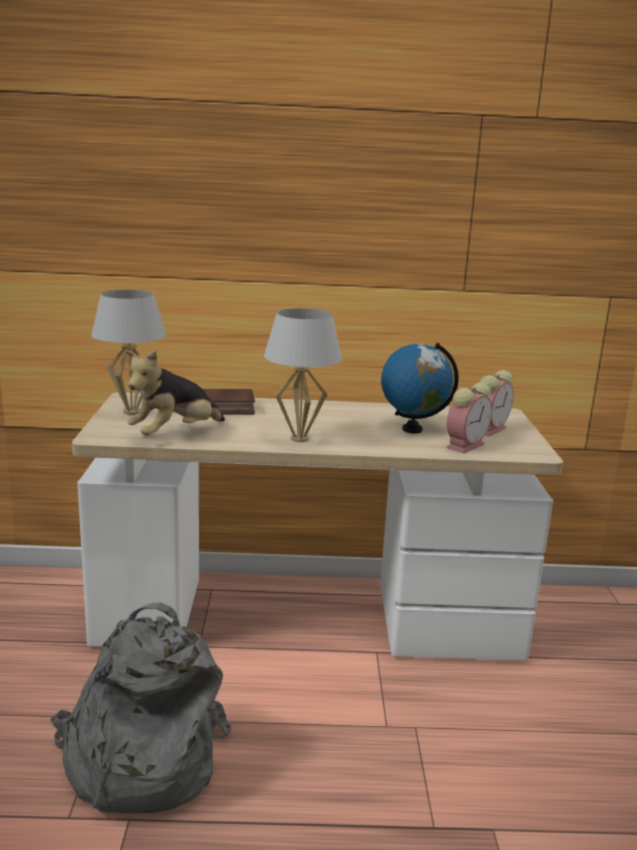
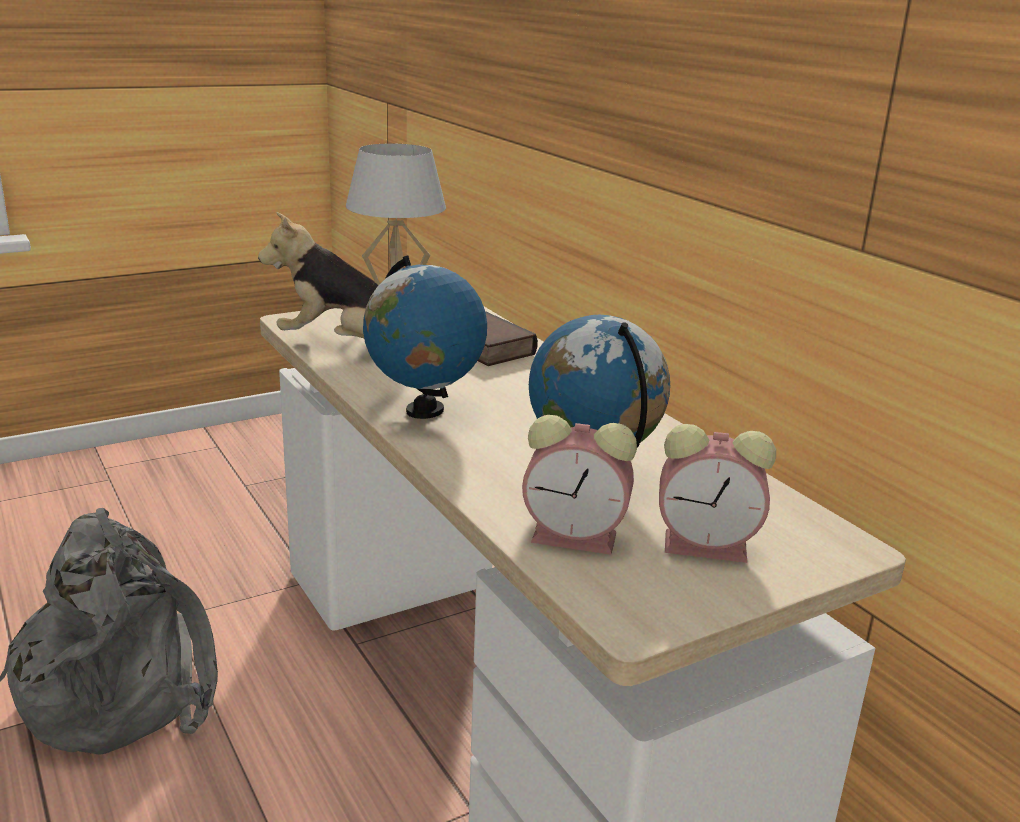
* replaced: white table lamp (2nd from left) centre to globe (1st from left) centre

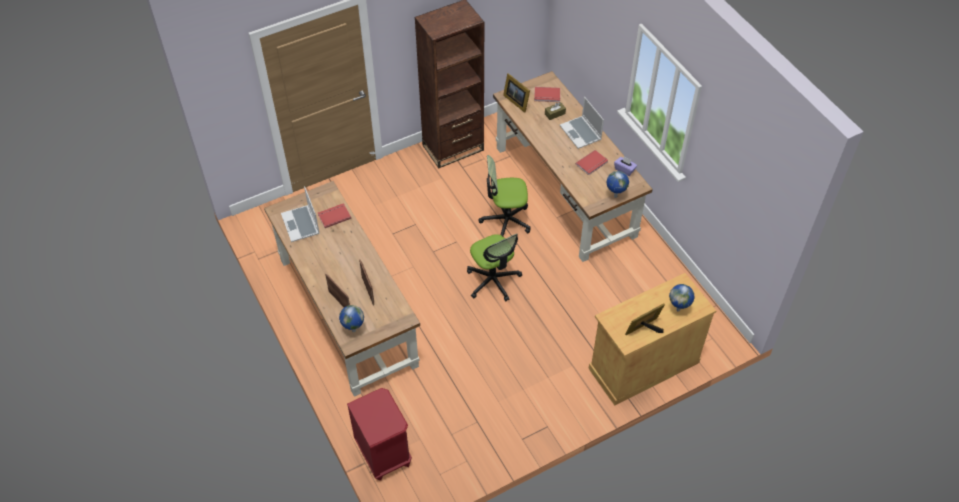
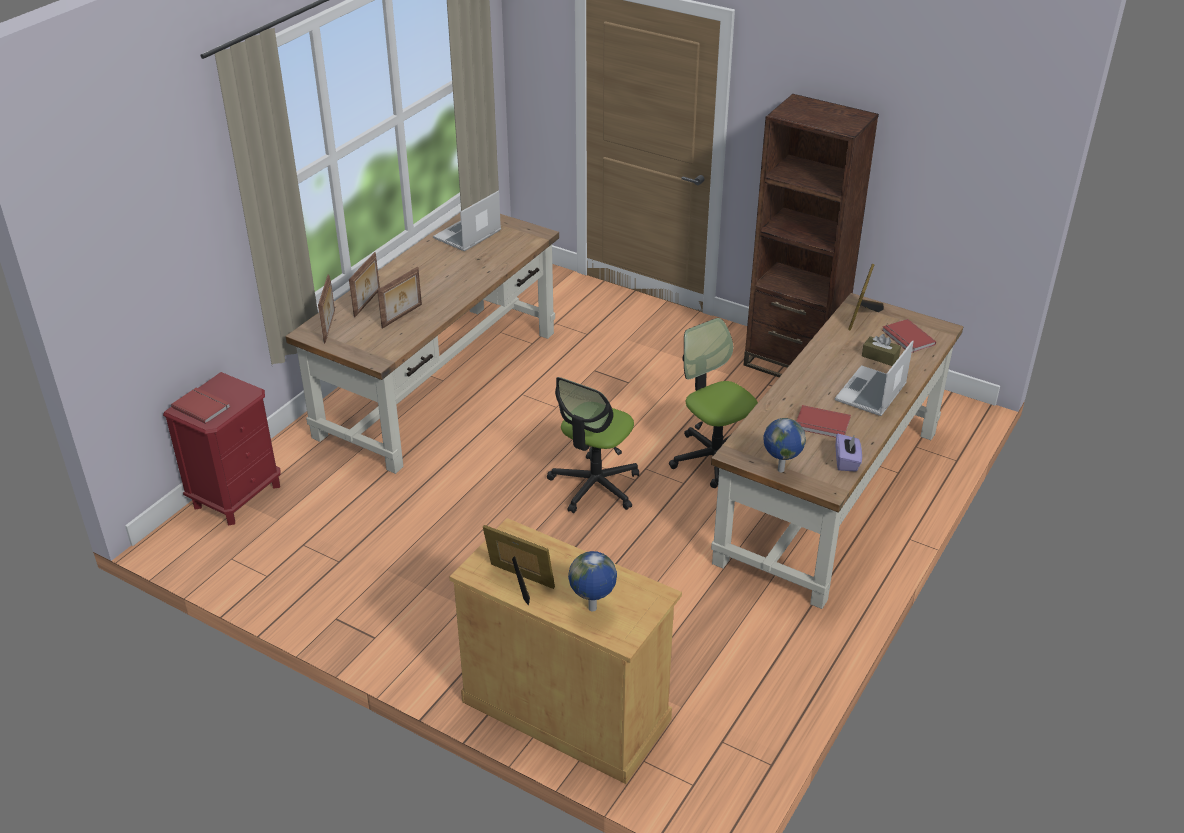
* moved: red book (1st from left) centre to middle left
* replaced: globe (1st from left) centre to picture frame (1st from left) middle left

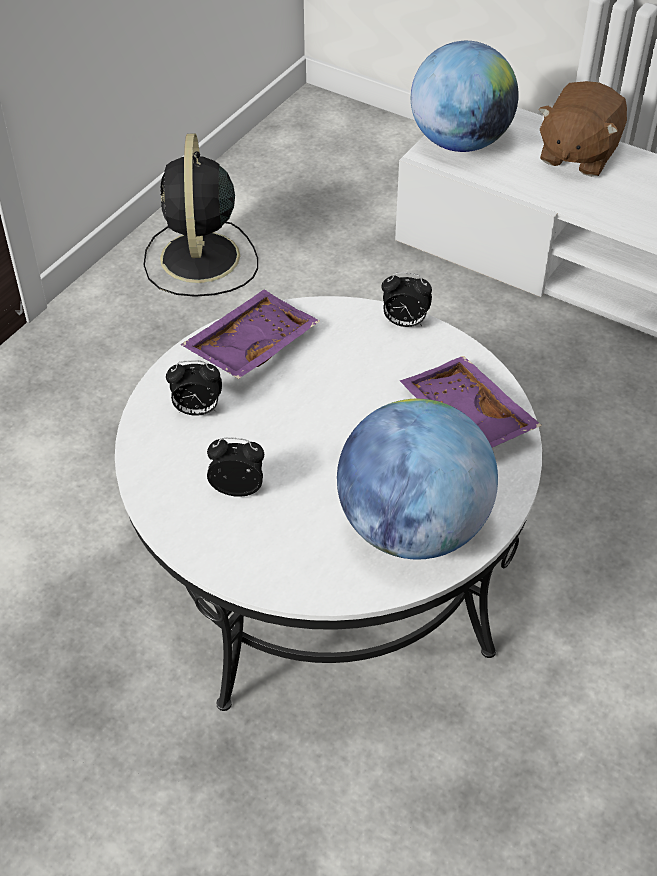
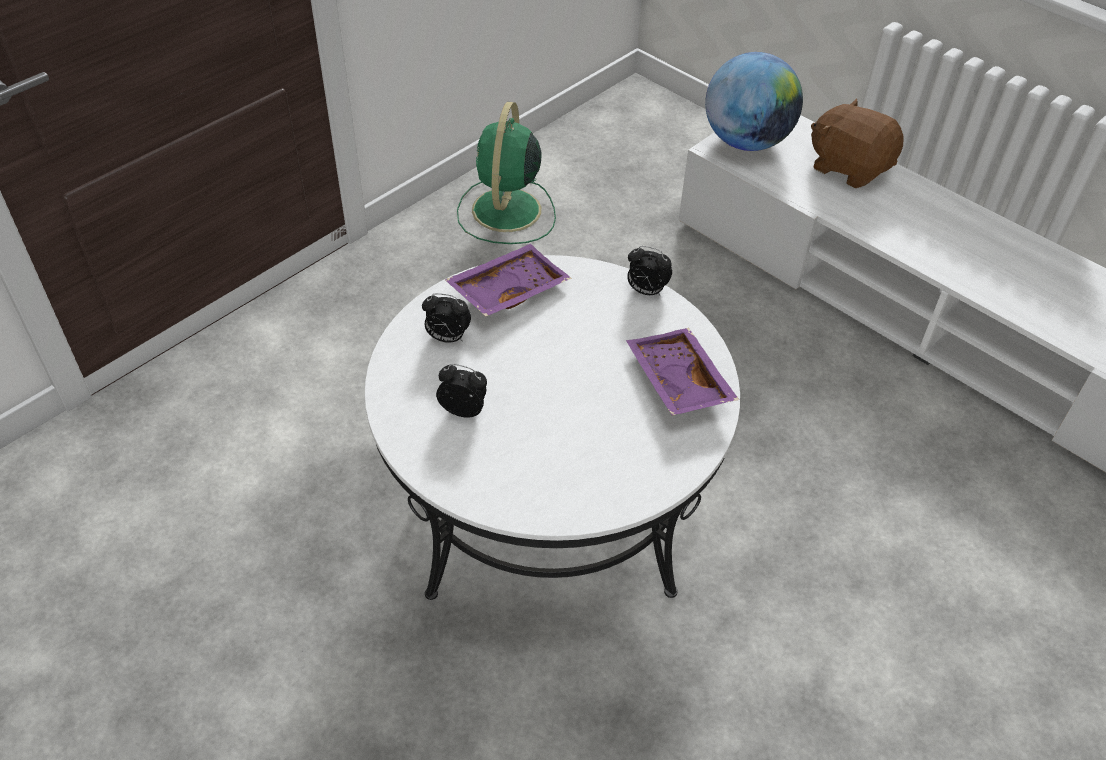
* recoloured: black fan top left to green fan top centre
* turned: brown plush toy top right = top right 90 degrees clockwise
* removed: globe (1st from left) centre

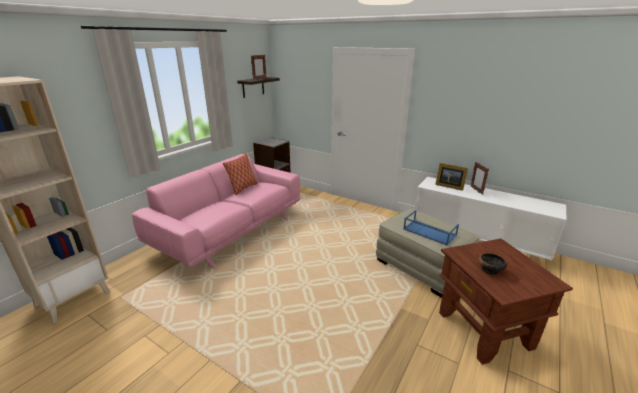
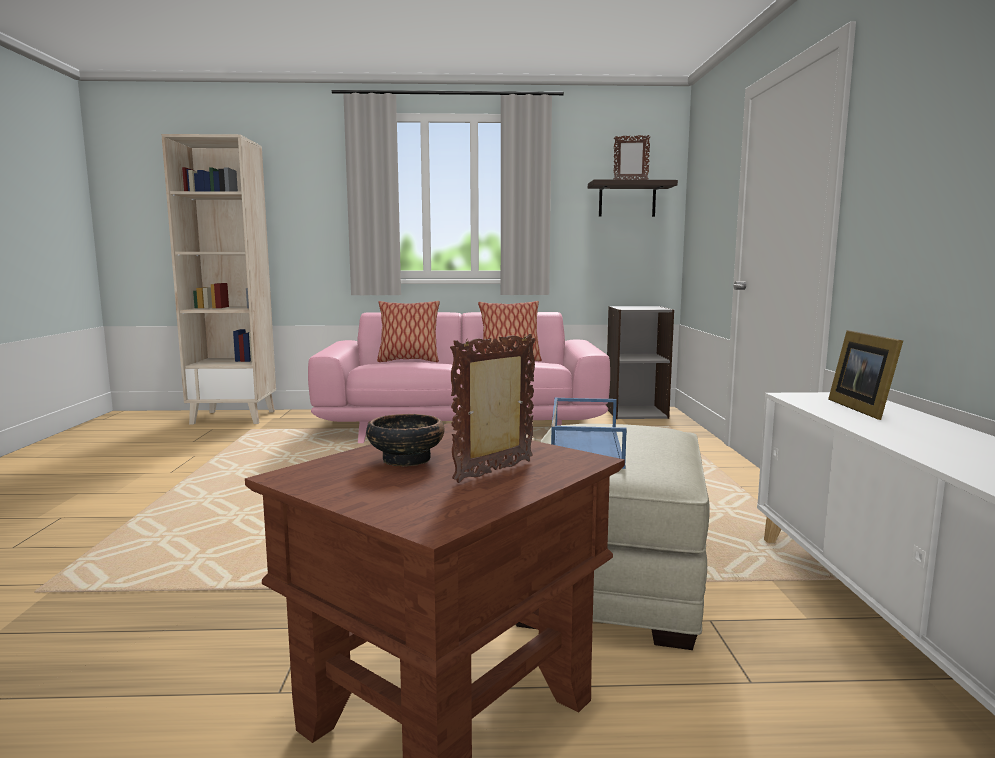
* added: pillow (1st from left) centre
* moved: picture frame (3rd from left in the first image) middle right to picture frame (1st from left) centre

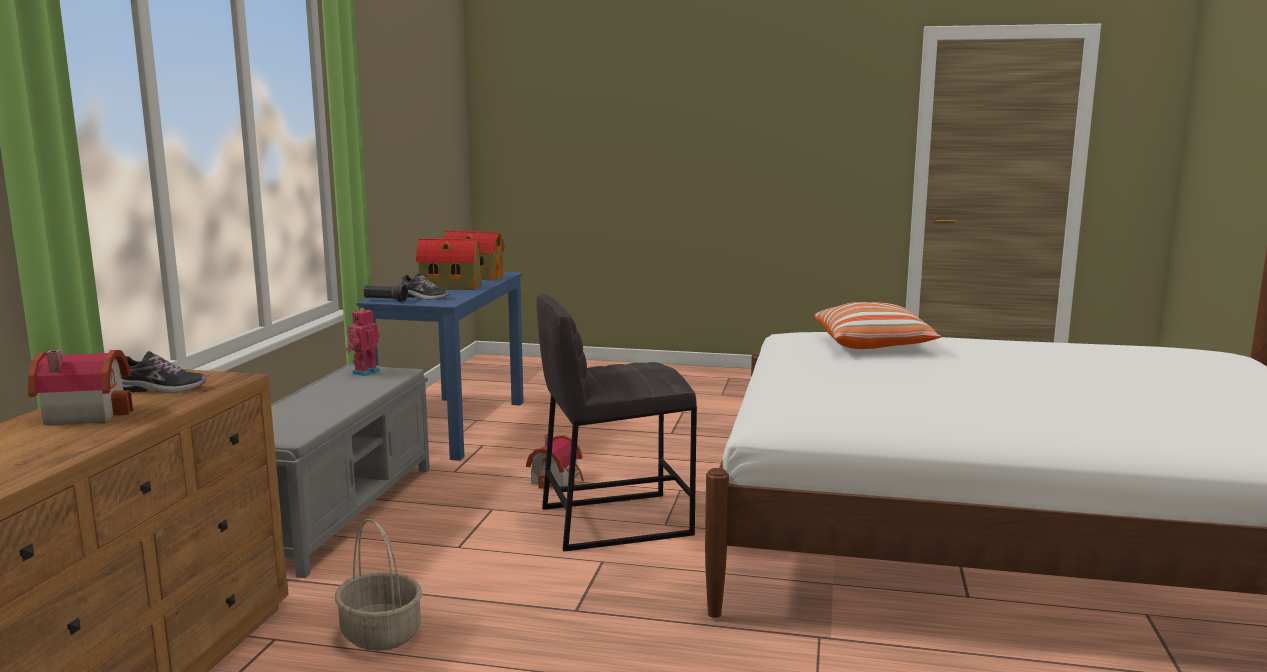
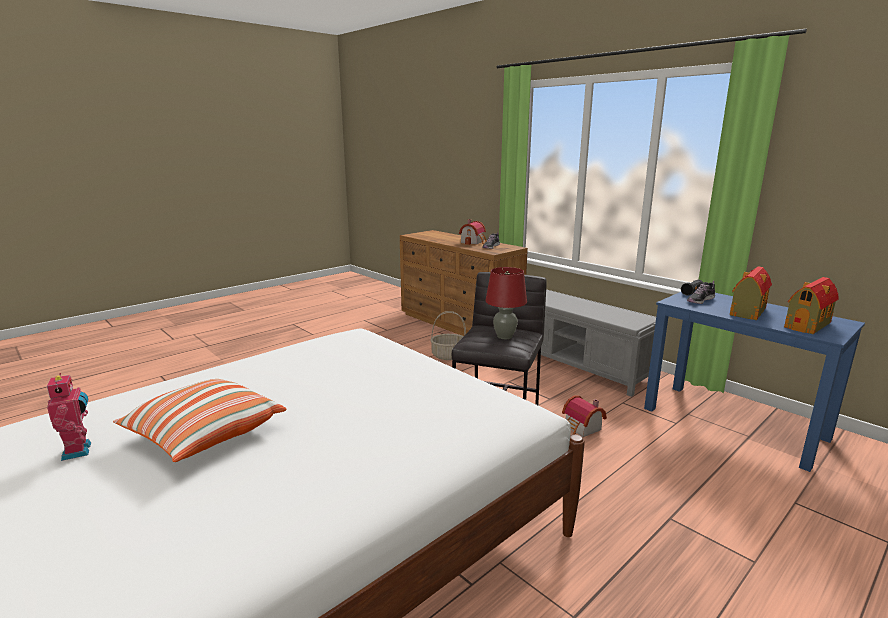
* moved: toy robot middle left to bottom left
* moved: pillow middle right to bottom left
* added: red table lamp centre

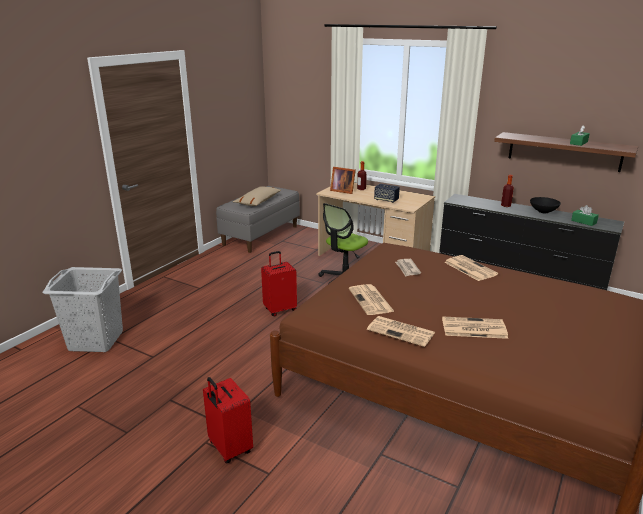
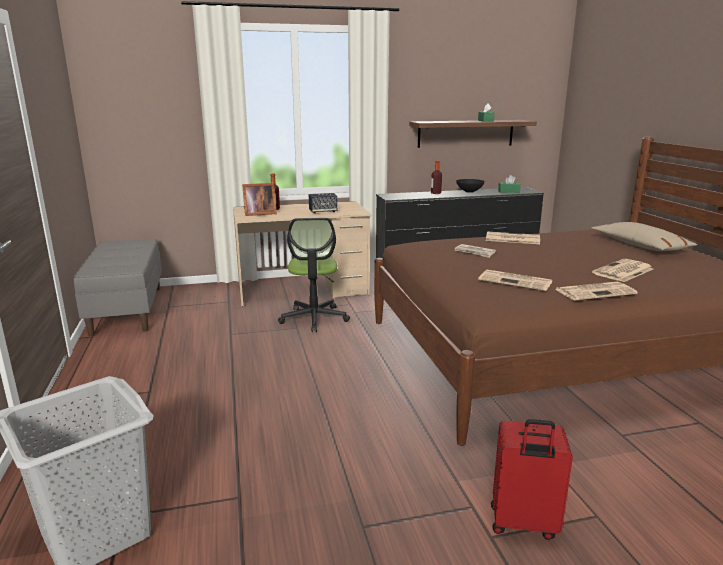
* moved: beige pillow centre to middle right
* removed: red suitcase (2nd from left) centre

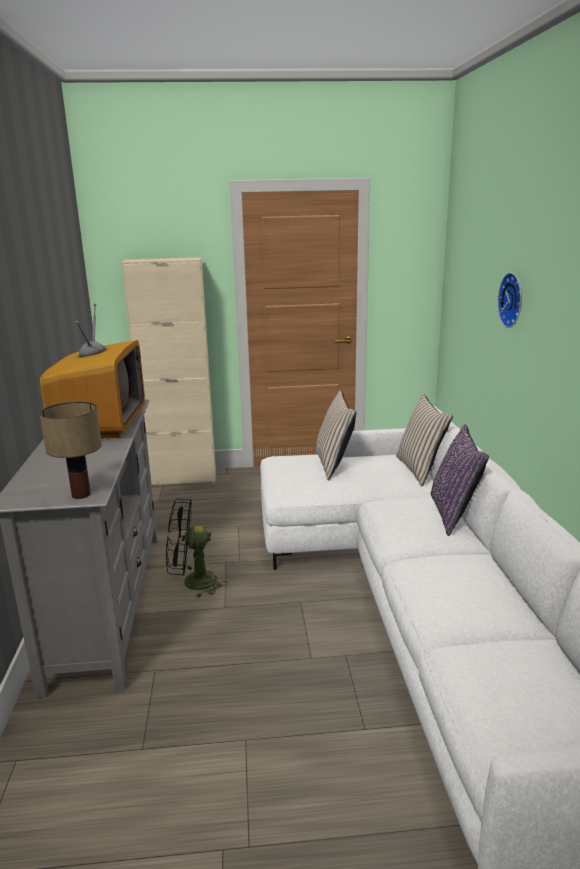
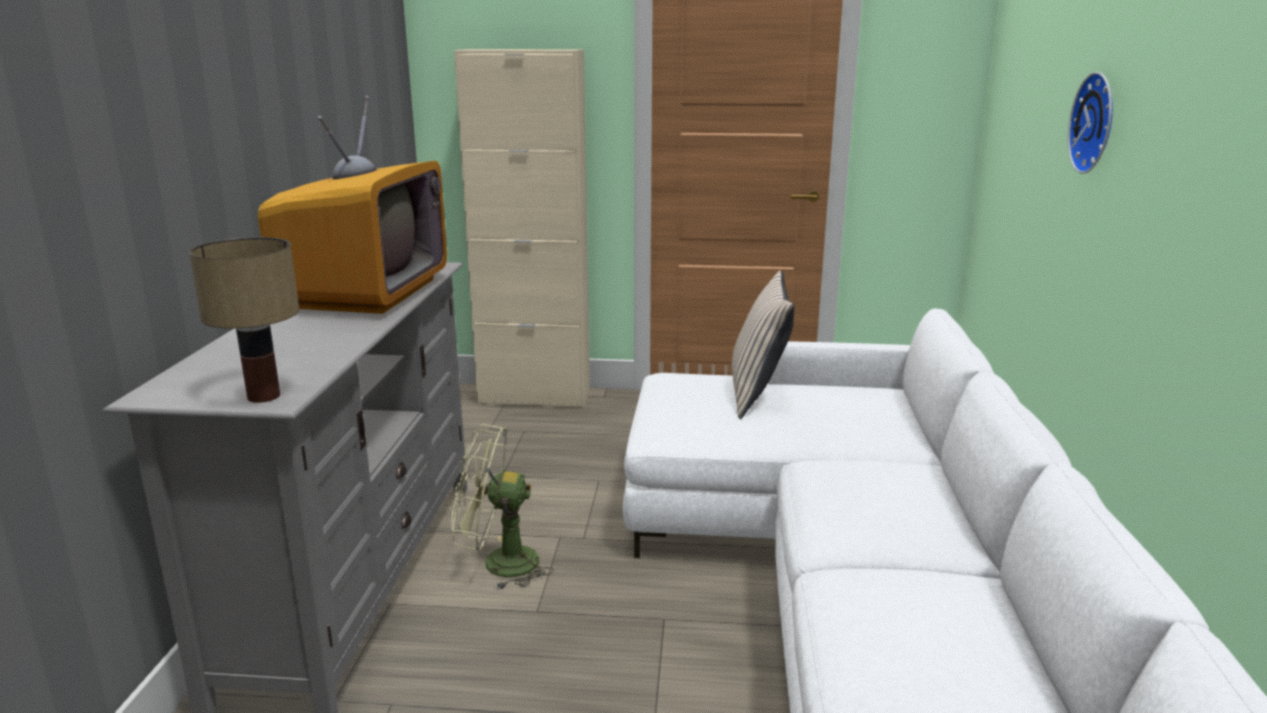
* recoloured: black fan centre to green fan bottom centre
* removed: beige pillow (2nd from left) middle right
* removed: purple pillow middle right

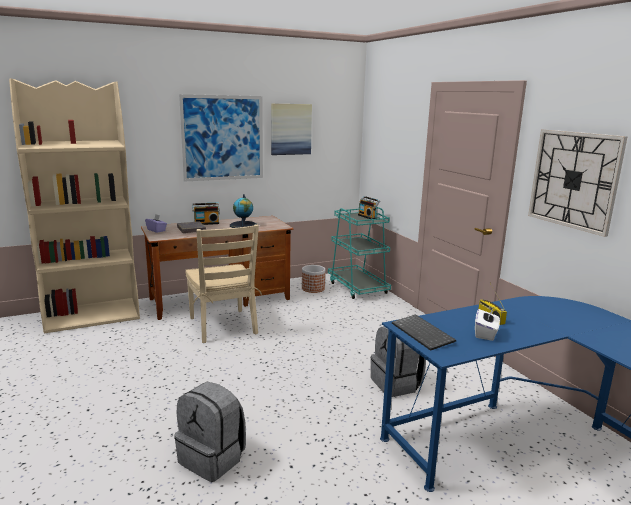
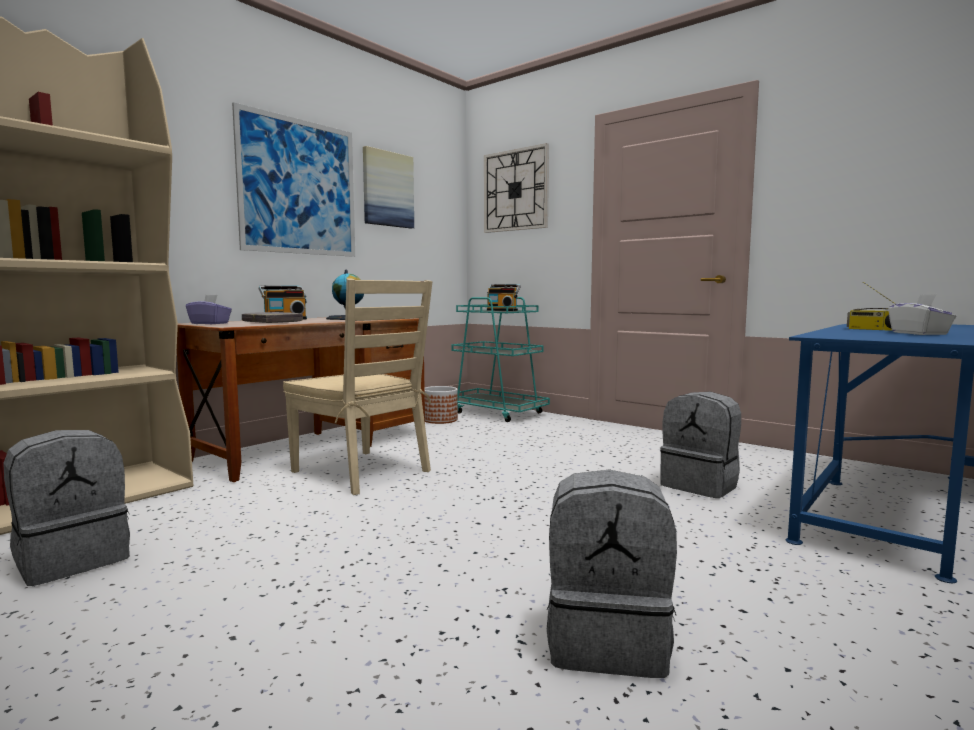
* added: grey backpack (1st from left) bottom left
* moved: wall clock middle right to top centre
* removed: keyboard middle right

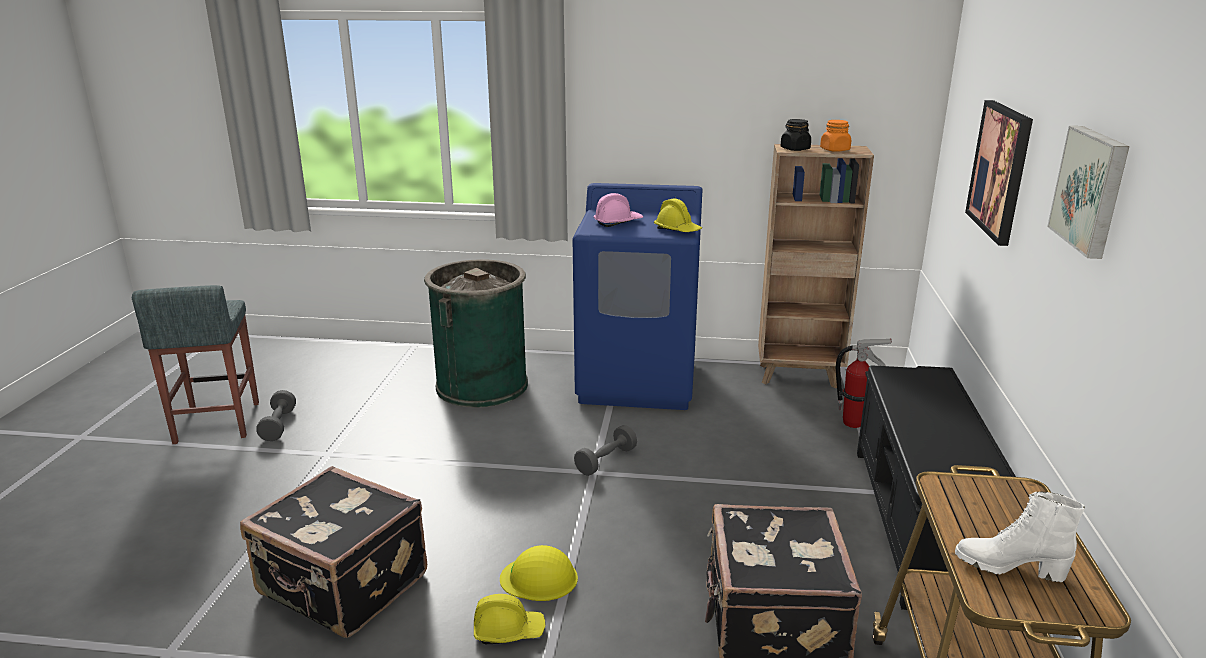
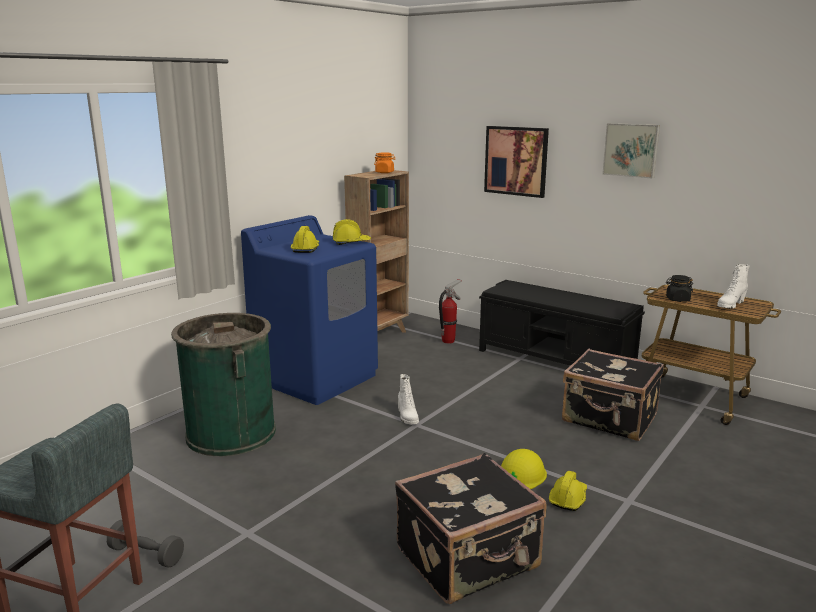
* recoloured: pink hard hat top centre to yellow hard hat (1st from left) centre
* replaced: grey dumbbell (2nd from left) bottom centre to white boot (1st from left) centre
* moved: black jar top centre to middle right

